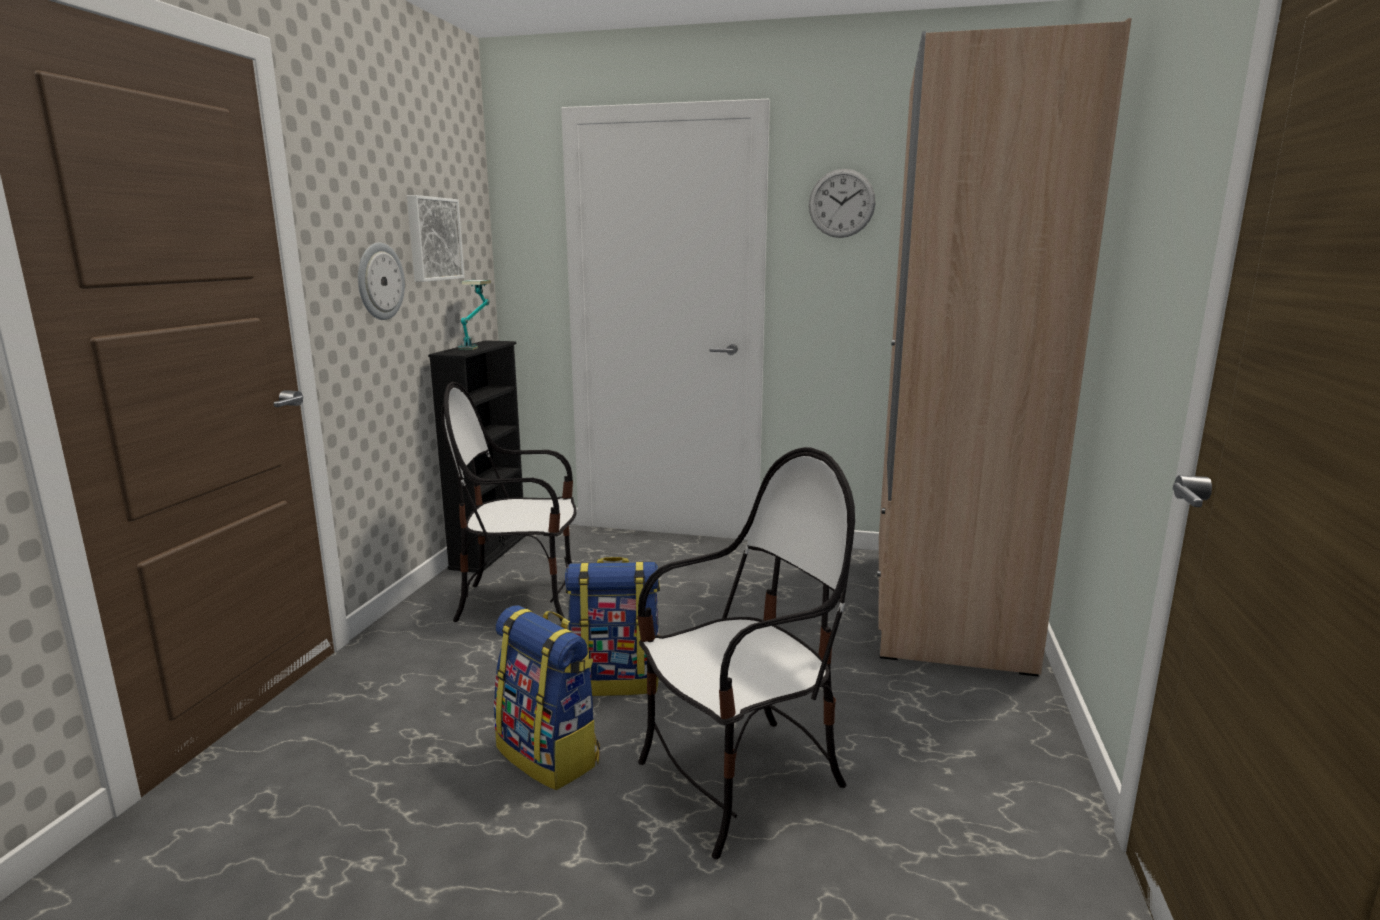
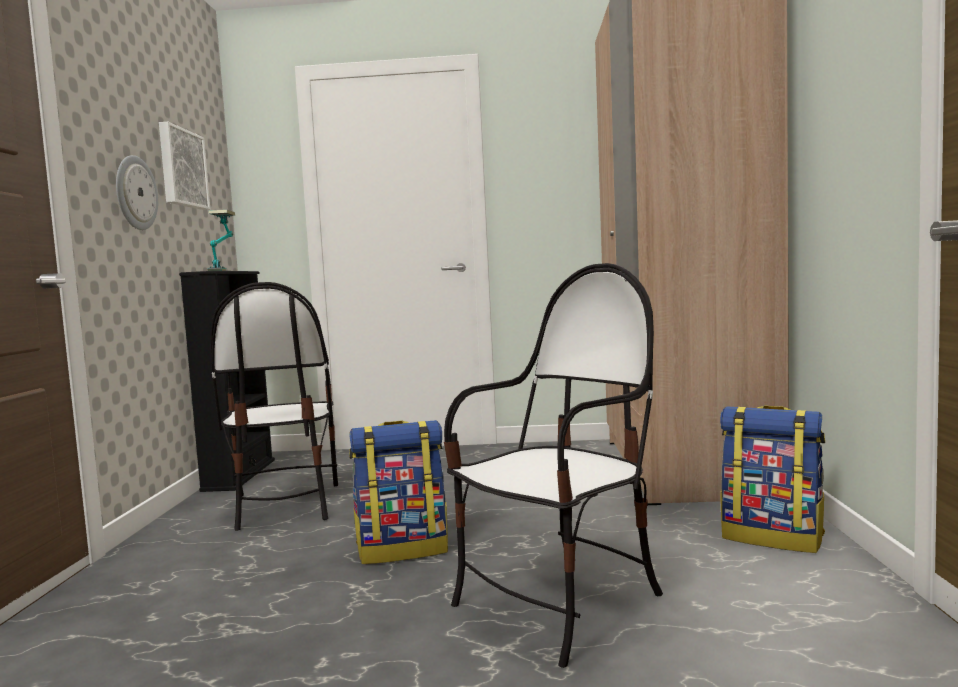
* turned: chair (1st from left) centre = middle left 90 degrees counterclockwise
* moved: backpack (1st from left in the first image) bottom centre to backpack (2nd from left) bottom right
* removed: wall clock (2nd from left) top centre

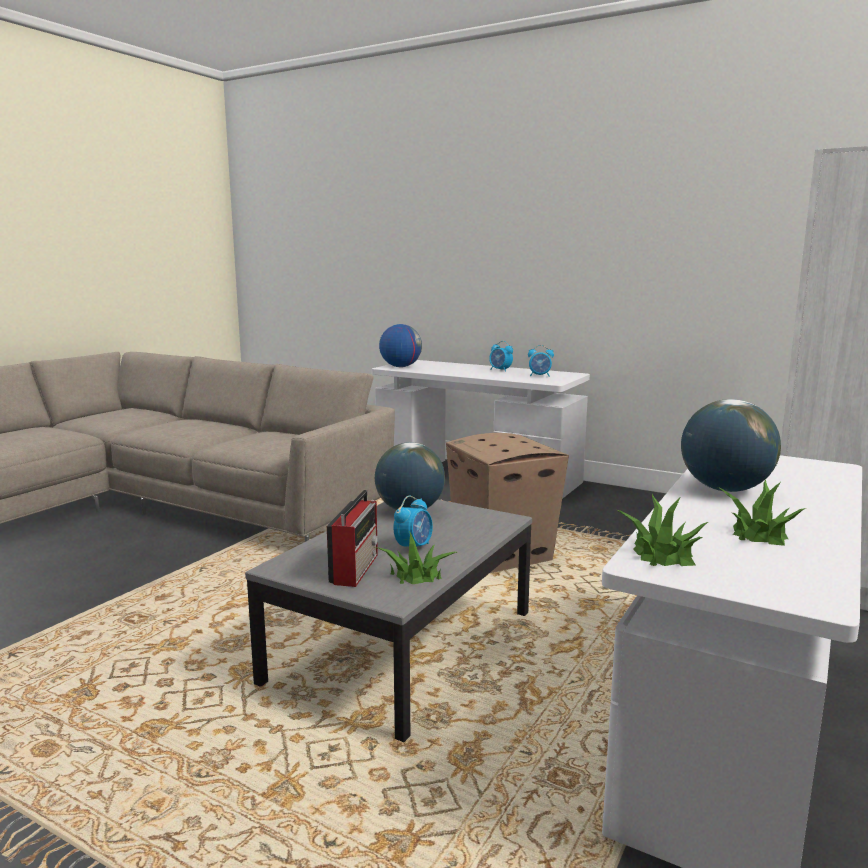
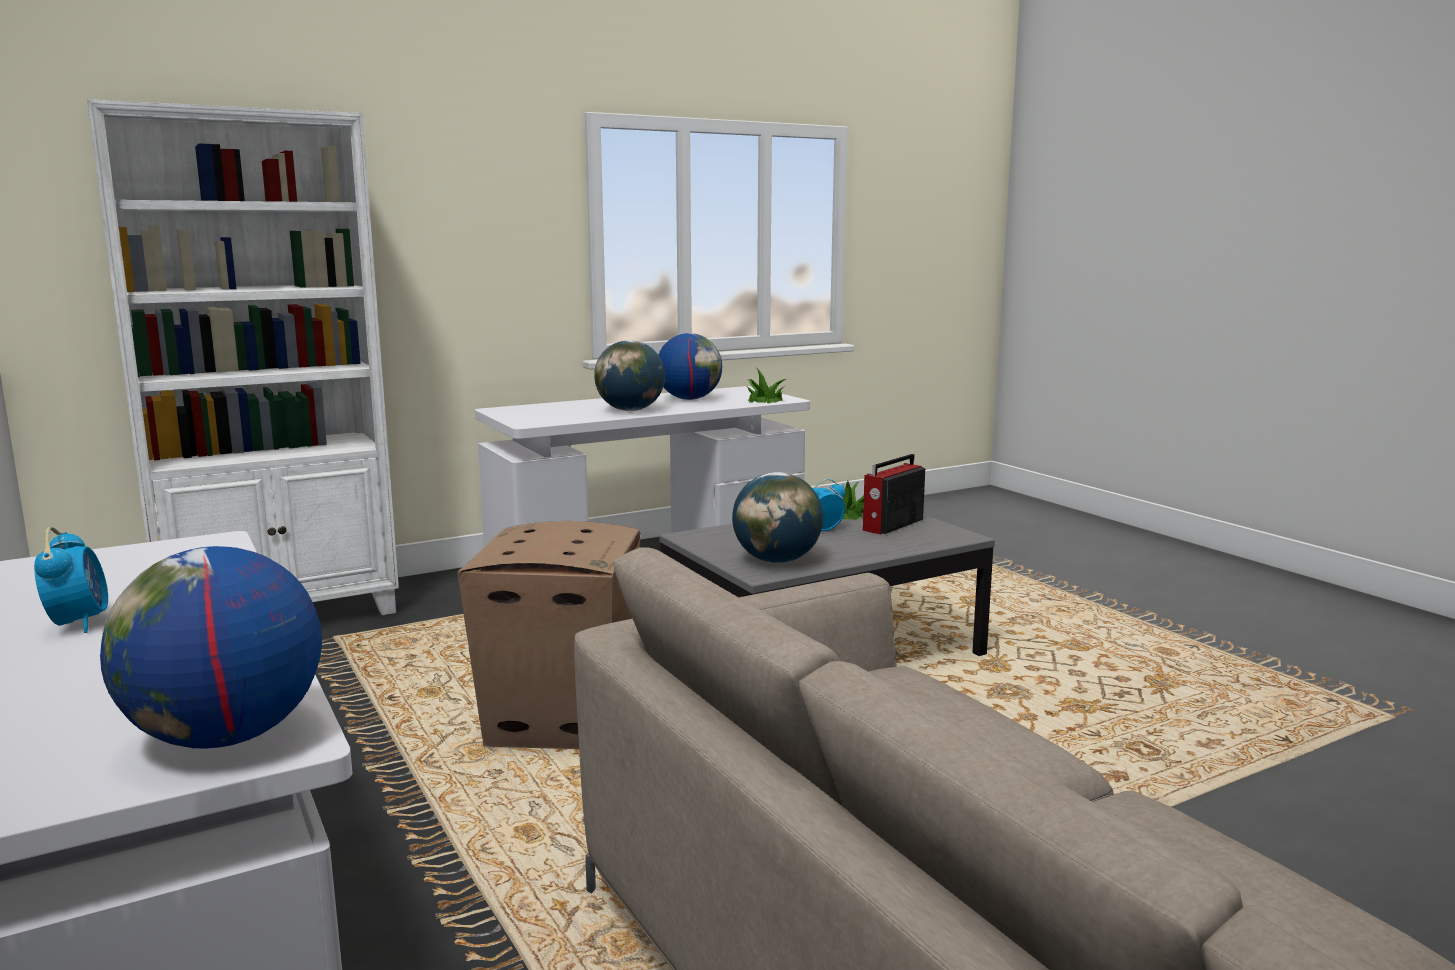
* replaced: potted plant (3rd from left) middle right to globe (3rd from left) centre
* removed: alarm clock (3rd from left) centre

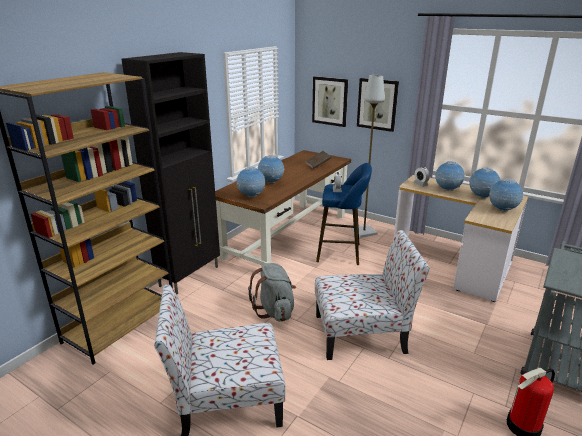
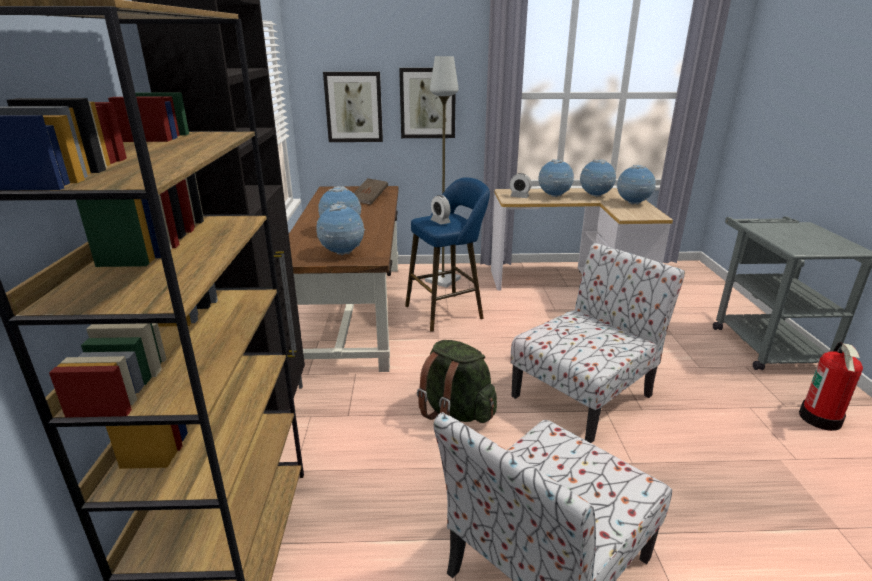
* recoloured: grey backpack bottom centre to green backpack centre

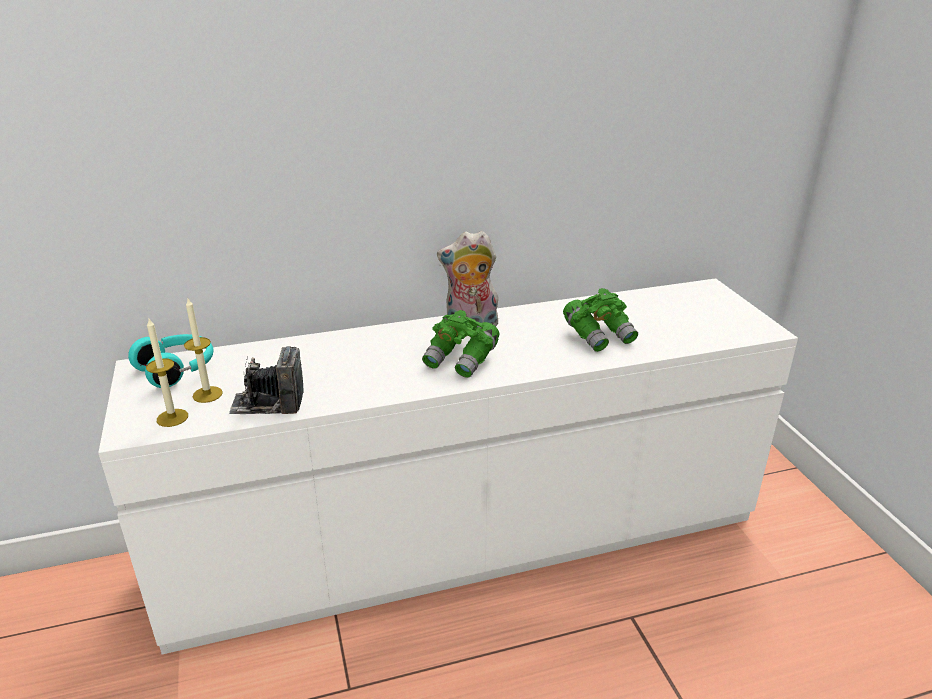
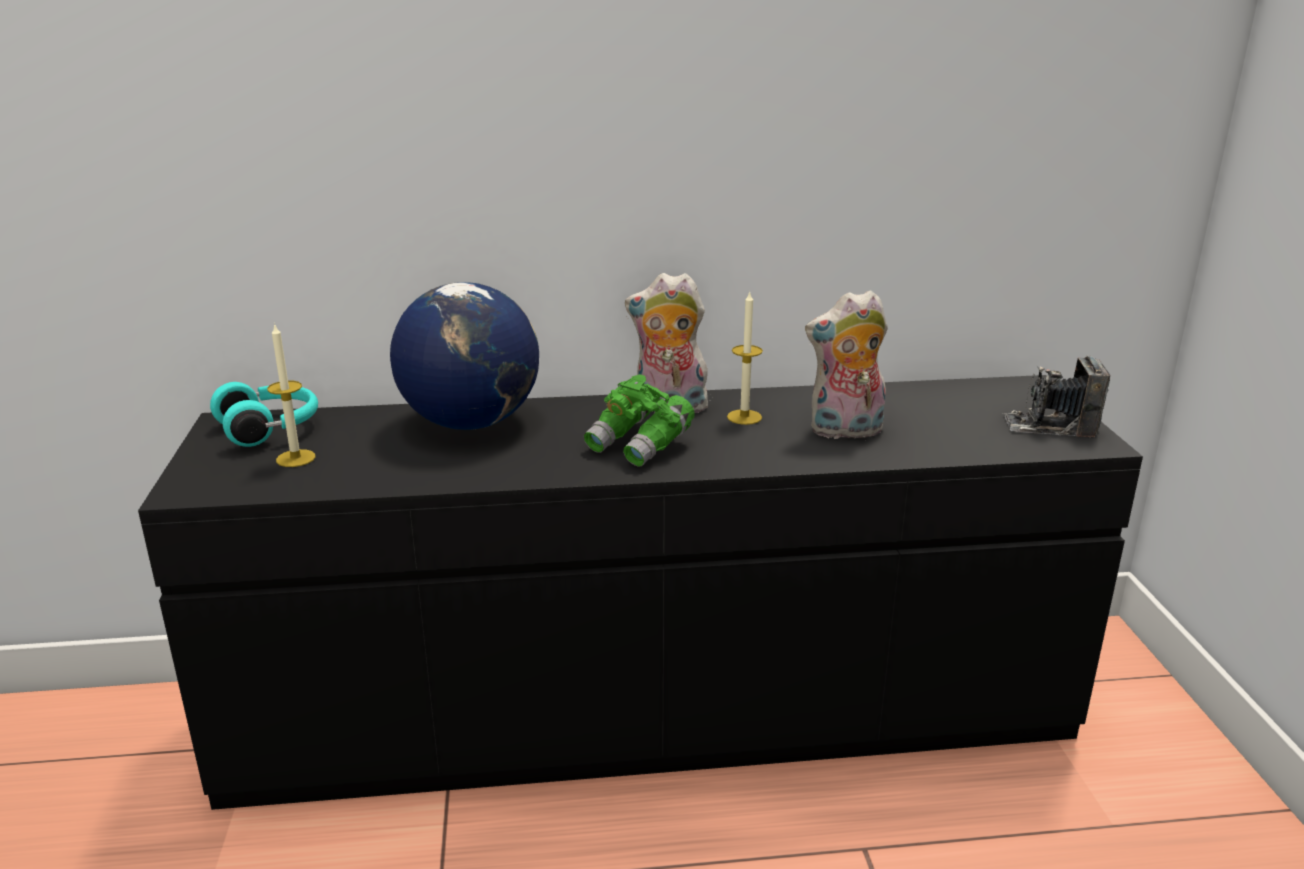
* recoloured: white dresser bottom centre to black dresser bottom centre
* added: globe centre
* moved: candle (1st from left in the first image) middle left to candle (2nd from left) centre
* replaced: green binoculars (2nd from left) centre to plush toy (2nd from left) centre
* moved: photo camera middle left to middle right

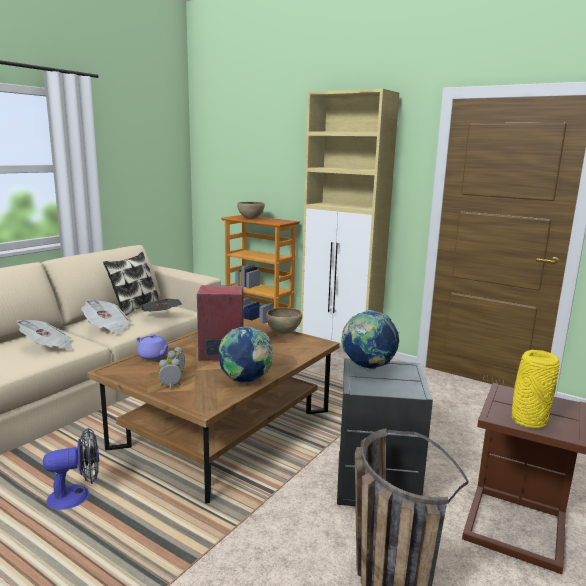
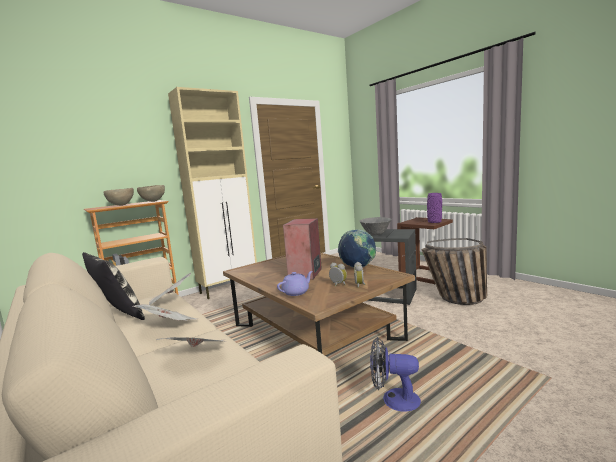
* moved: brown bowl (2nd from left) centre to middle left
* replaced: globe (2nd from left) centre to grey bowl centre
* turned: fan bottom left = bottom centre 75 degrees counterclockwise
* recoloured: yellow vase middle right to purple vase middle right

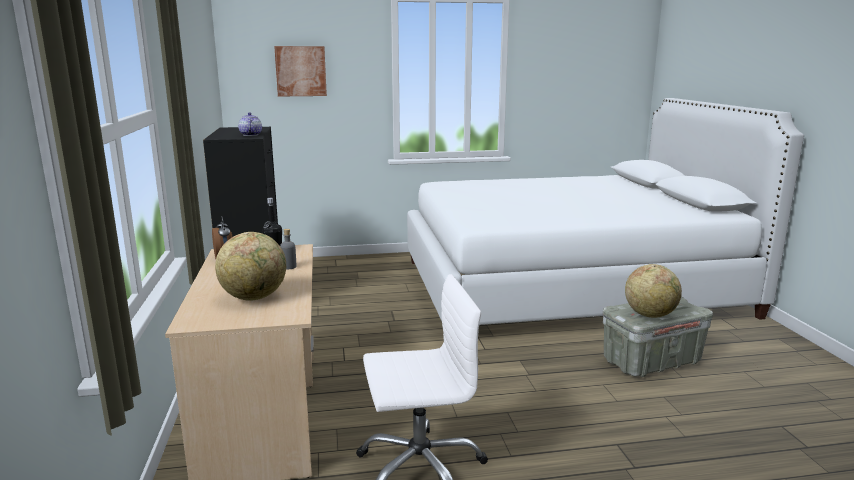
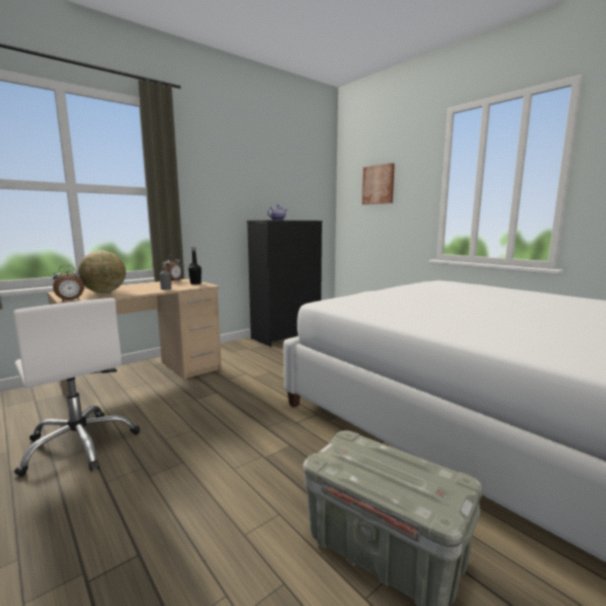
* added: alarm clock (1st from left) middle left
* removed: globe (2nd from left) middle right

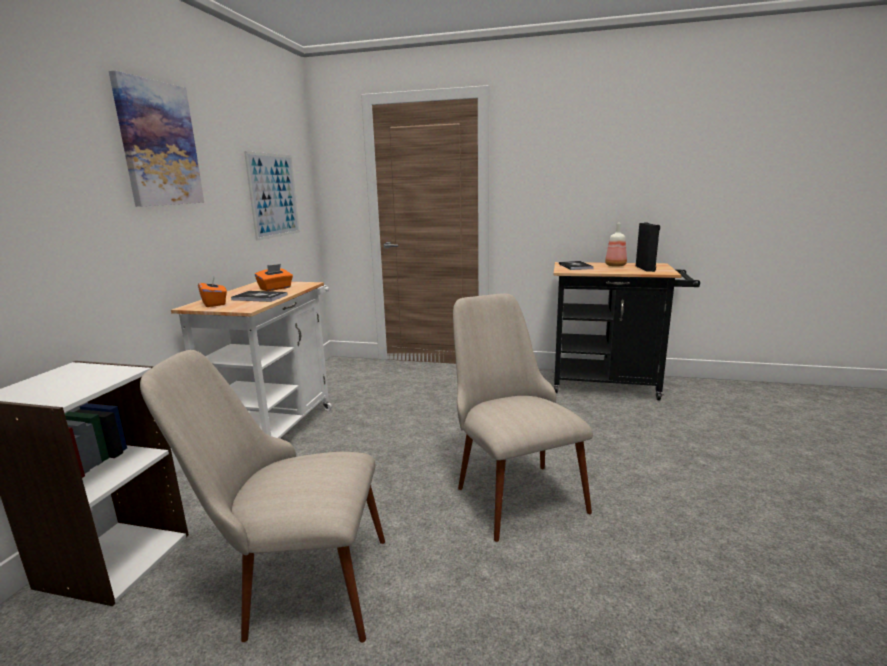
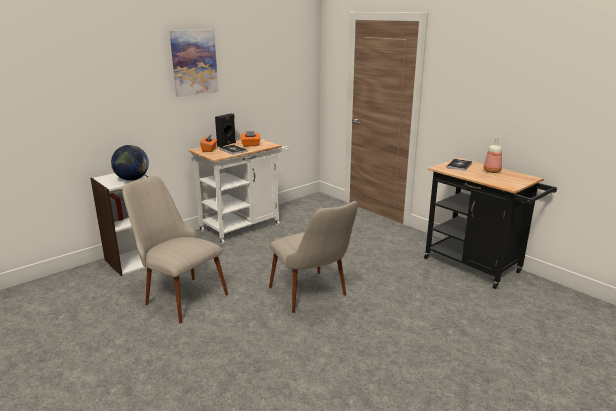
* added: globe middle left
* moved: black speaker middle right to top centre
* turned: beige chair (2nd from left) centre = centre 135 degrees clockwise
* removed: picture (2nd from left) top left

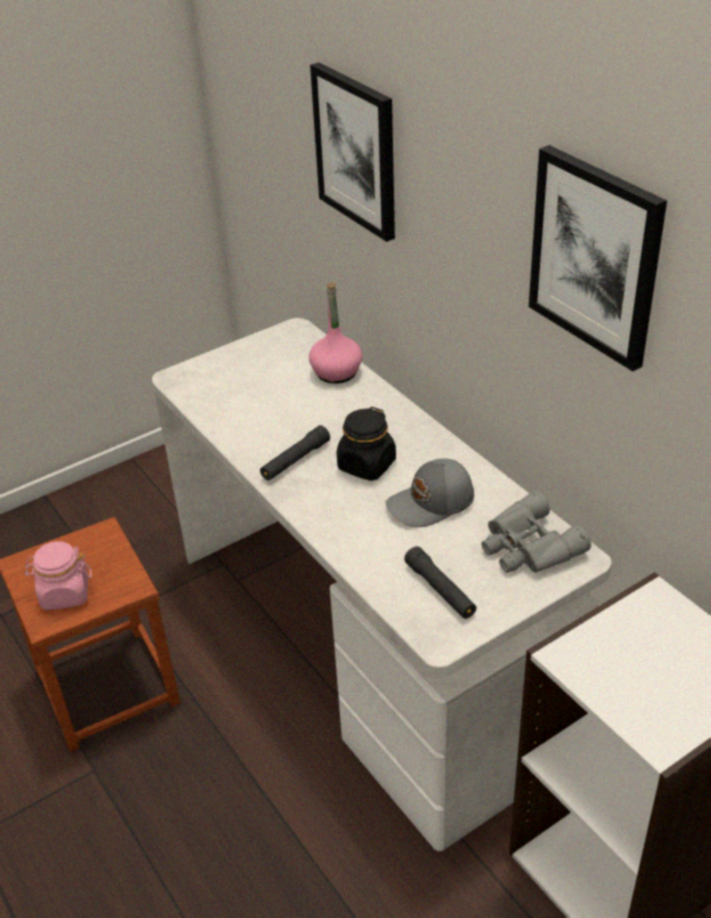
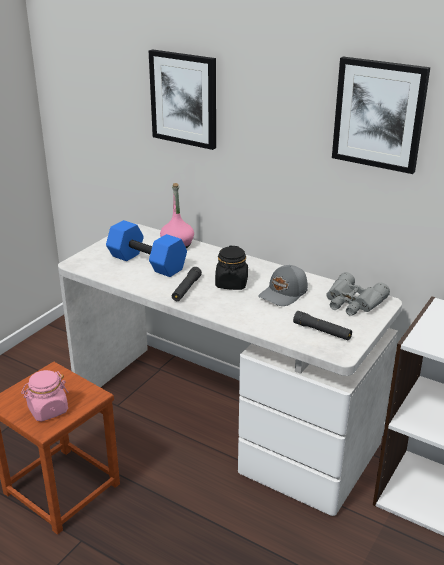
* added: blue dumbbell middle left

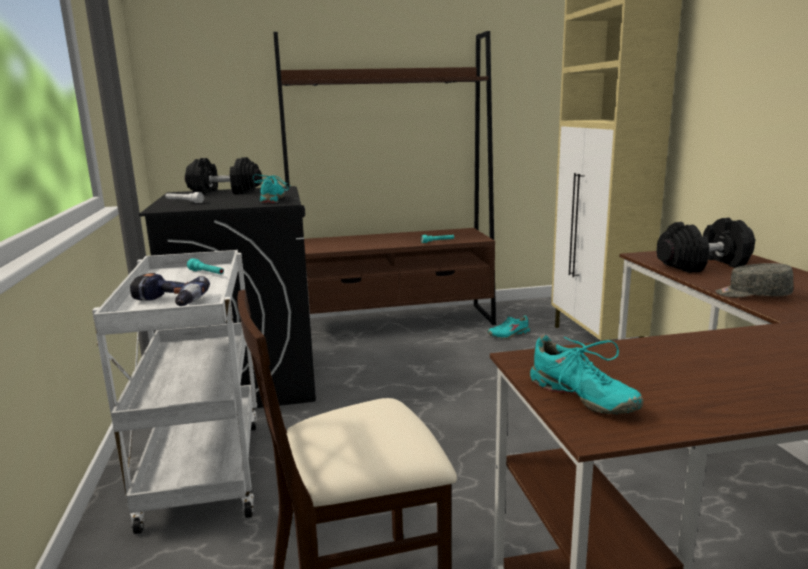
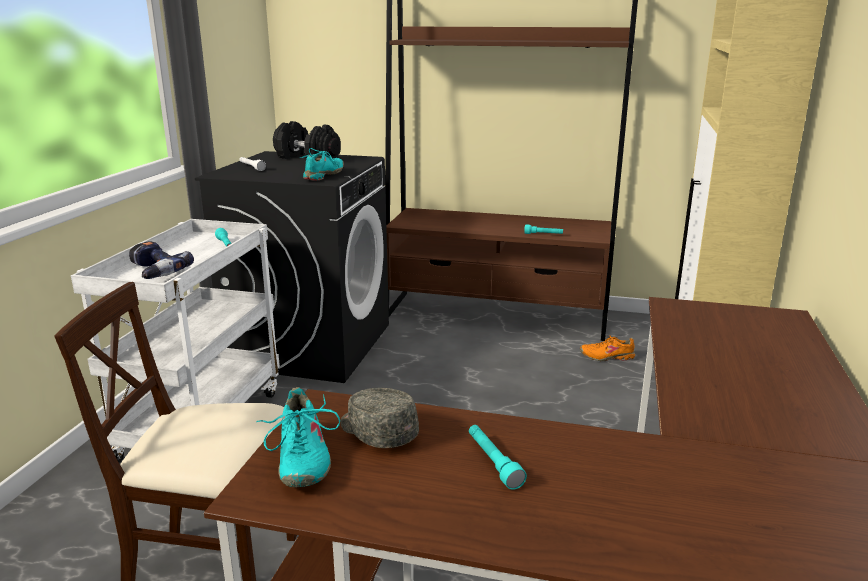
* moved: grey cap middle right to bottom centre
* added: turquoise flashlight (2nd from left) bottom centre
* recoloured: turquoise shoe (2nd from left) centre to orange shoe middle right
* removed: black dumbbell (2nd from left) middle right

